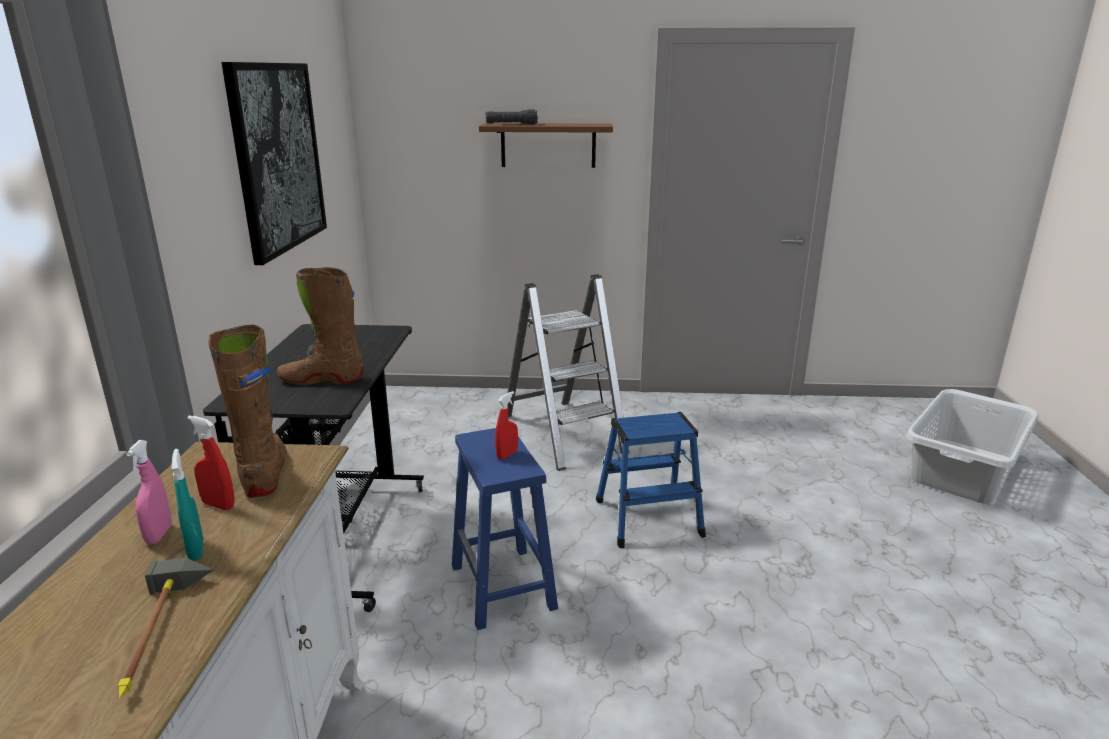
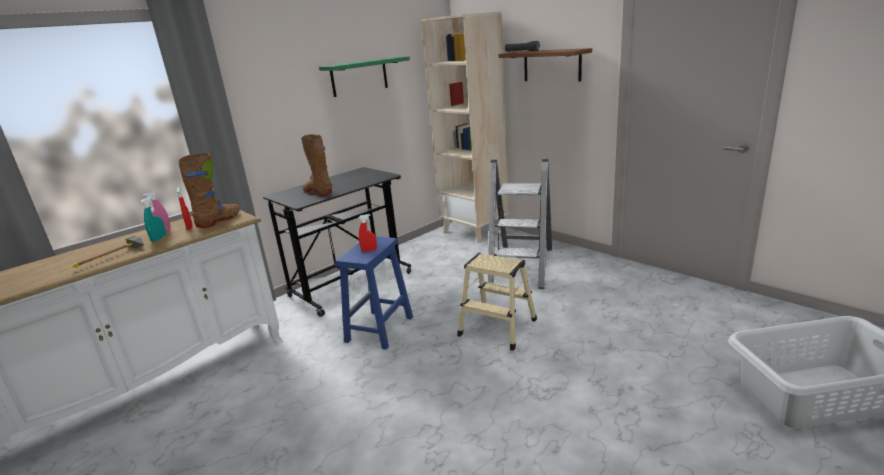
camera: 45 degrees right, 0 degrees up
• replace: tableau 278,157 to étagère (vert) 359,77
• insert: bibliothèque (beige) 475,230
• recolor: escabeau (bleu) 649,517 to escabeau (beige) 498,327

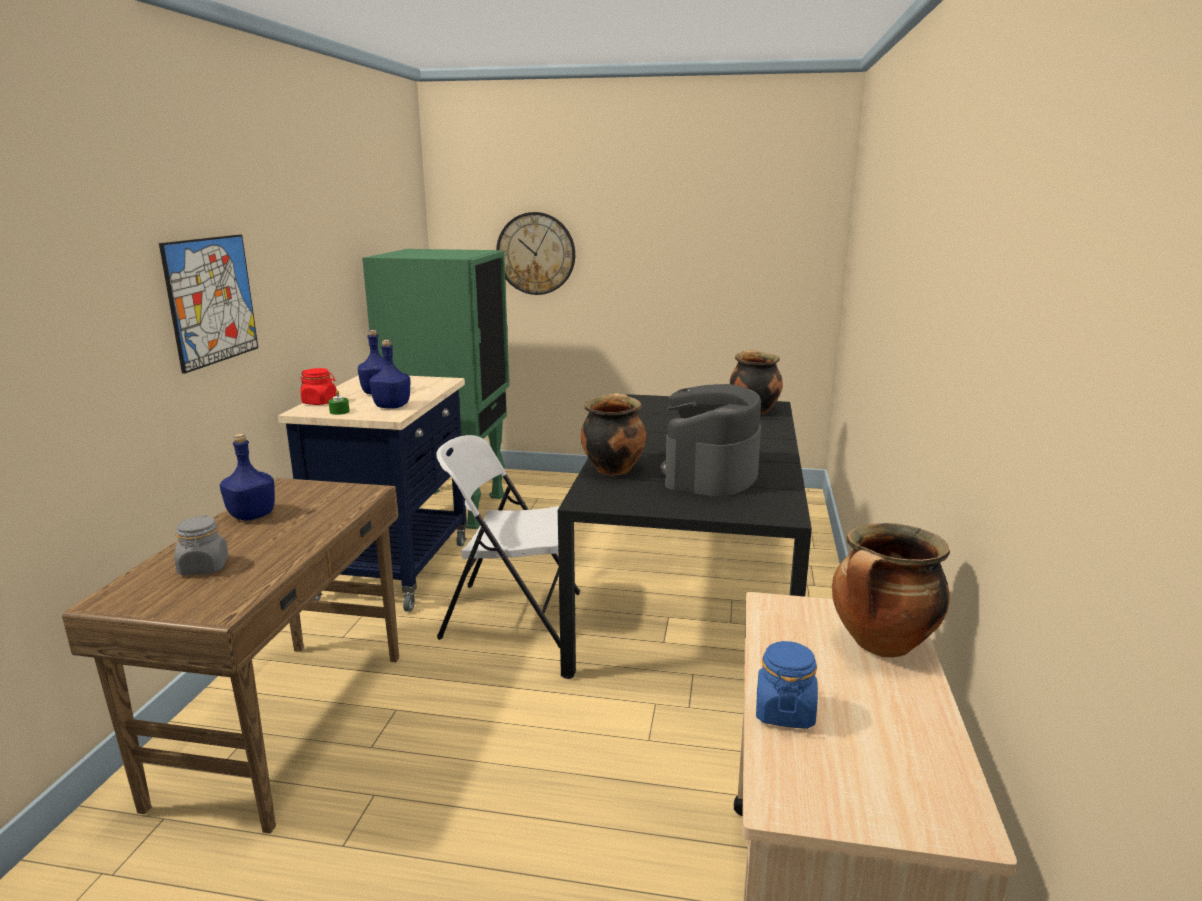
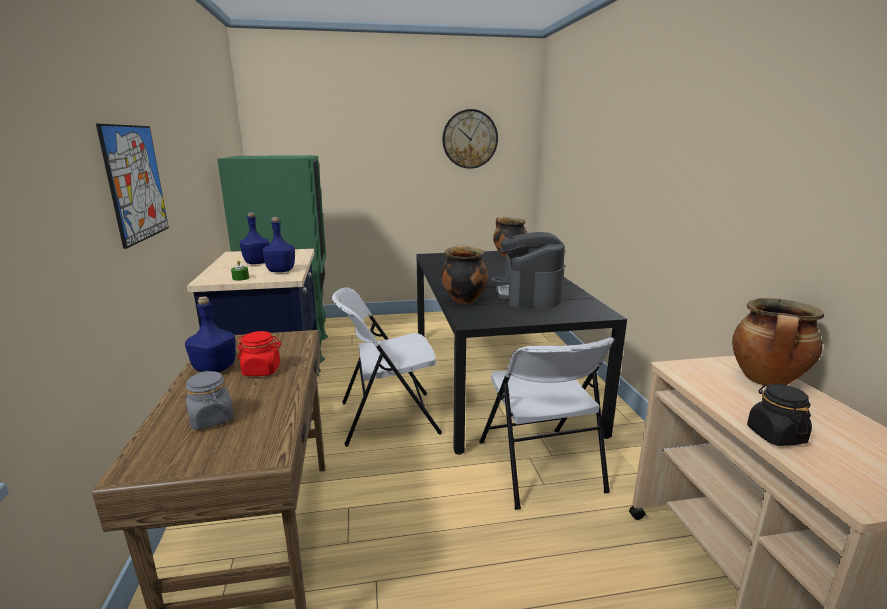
camera: 20 degrees left, 0 degrees up
• move: bocal (rouge) 320,402 to 262,370
• move: horloge murale 536,253 to 470,139
• insert: chaise (blanc) 539,466
• recolor: bocal (bleu) 784,711 to bocal (noir) 775,435

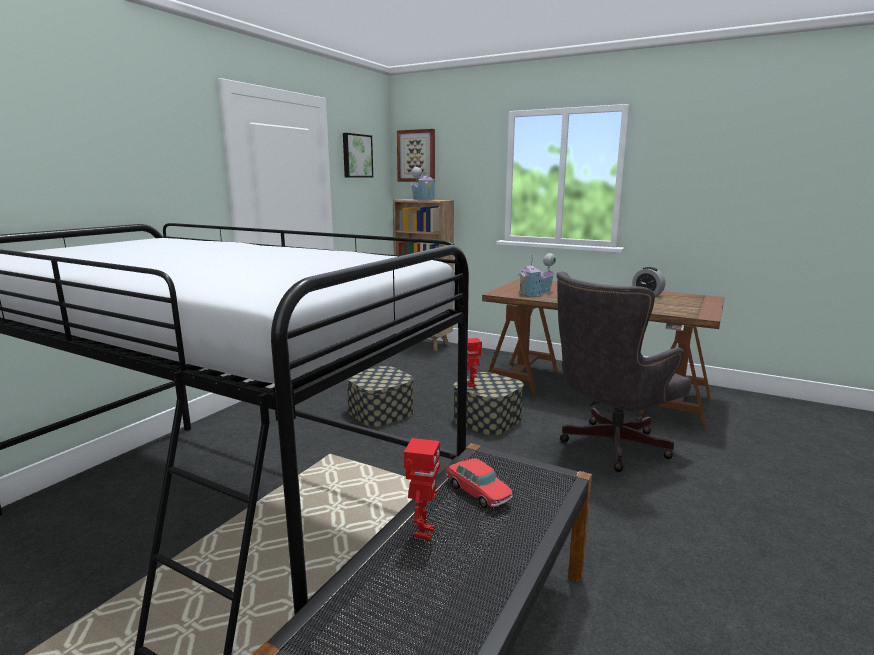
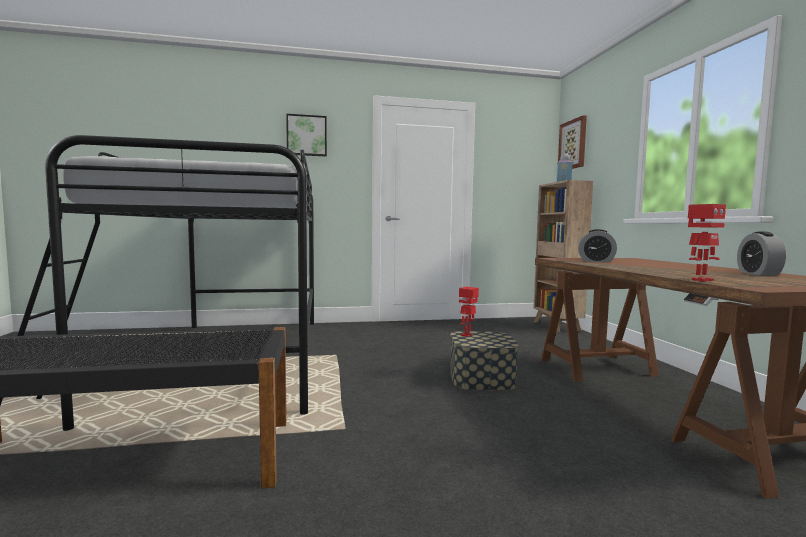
camera: 50 degrees right, 10 degrees down
• move: tableau 356,156 to 306,135
• replace: maison miniature 536,293 to réveil 596,261
• move: robot jouet 423,532 to 701,280
• delete: boîte de rangement 380,412
• delete: petite voiture 478,492
• delete: chaise de bureau (gris) 610,447

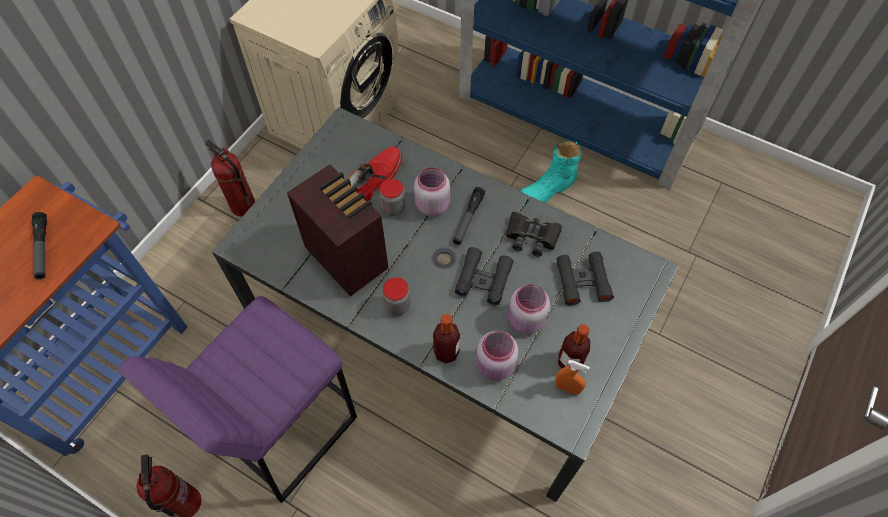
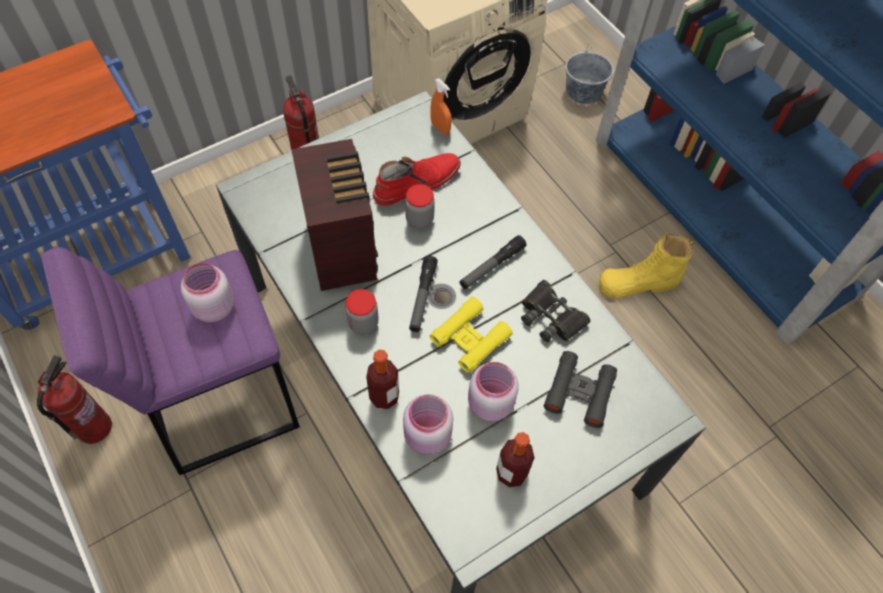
camera: 25 degrees right, 0 degrees up
• move: bocal (rose) 431,205 to 213,307
• move: lampe de poche 42,249 to 422,297
• move: vaporisateur (orange) 567,388 to 440,128
• recolor: jumelles (noir) 483,279 to jumelles (jaune) 470,338
• insert: seau (gris) 583,92
• recolor: botte (turquoise) 547,189 to botte (jaune) 639,283

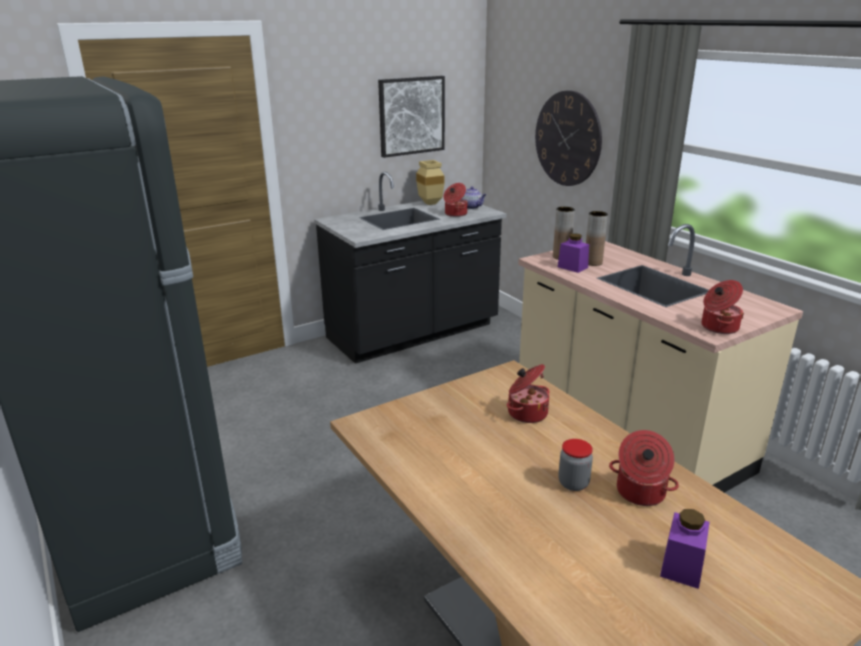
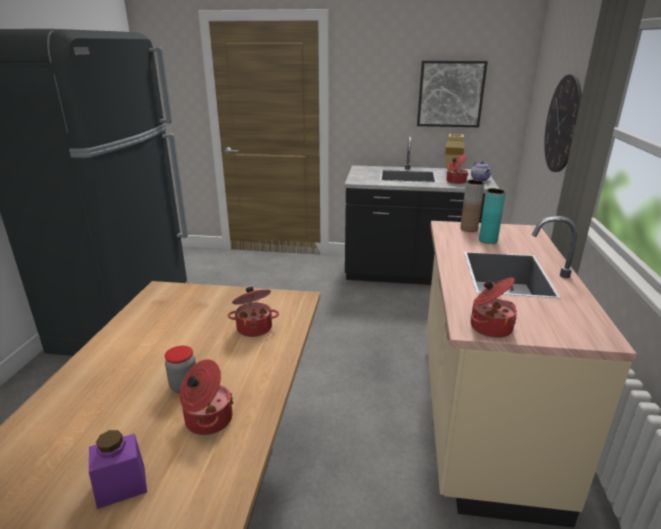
camera: 40 degrees right, 0 degrees up
• recolor: vase (marron) 593,263 to vase (turquoise) 488,240
• delete: bocal (violet) 572,267

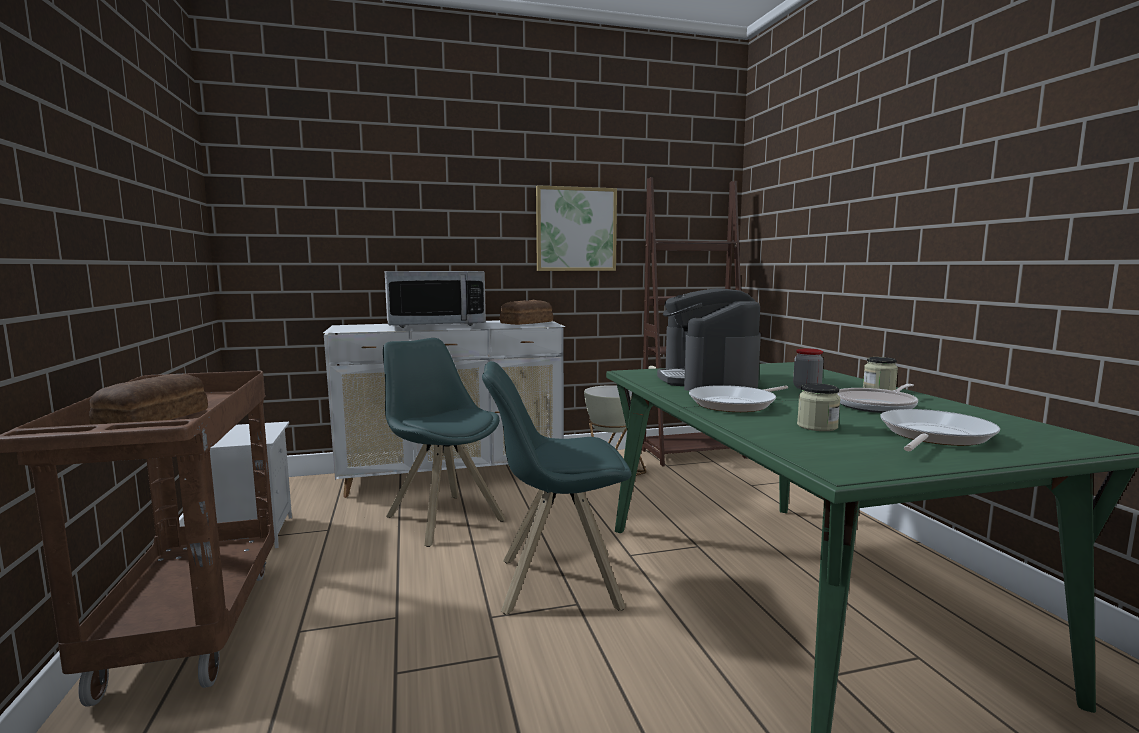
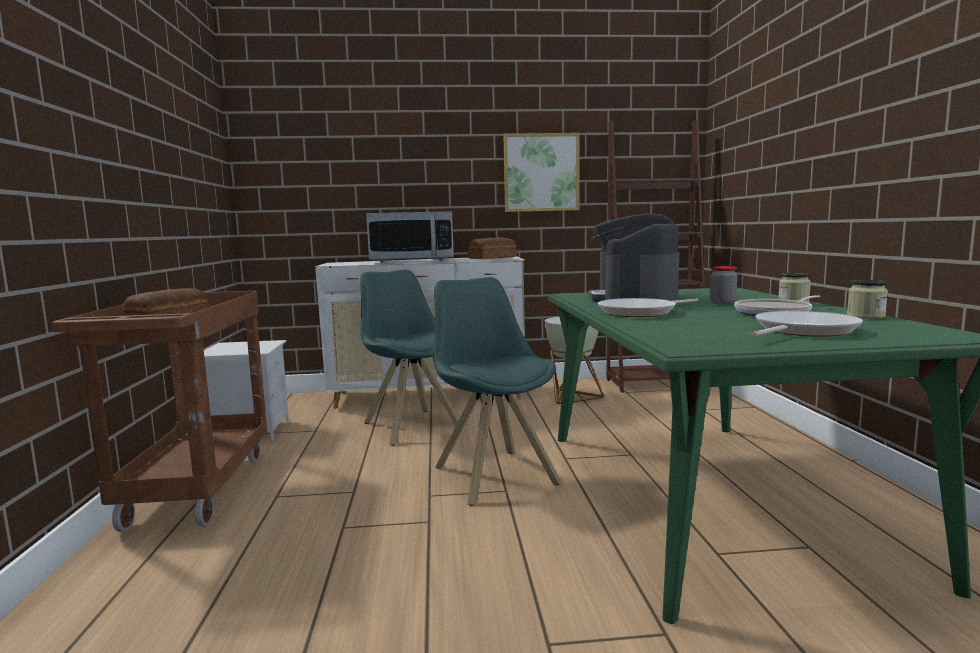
camera: 10 degrees right, 0 degrees up
• rotate: chaise (turquoise) 558,582 = 494,475 60 degrees clockwise
• move: bocal 817,426 to 865,316

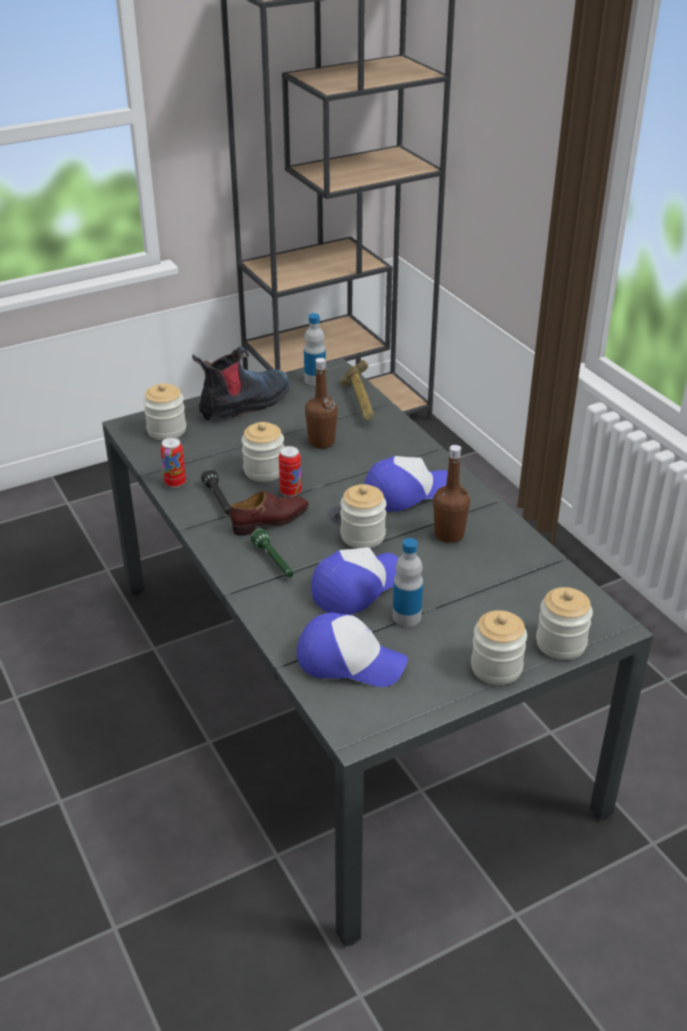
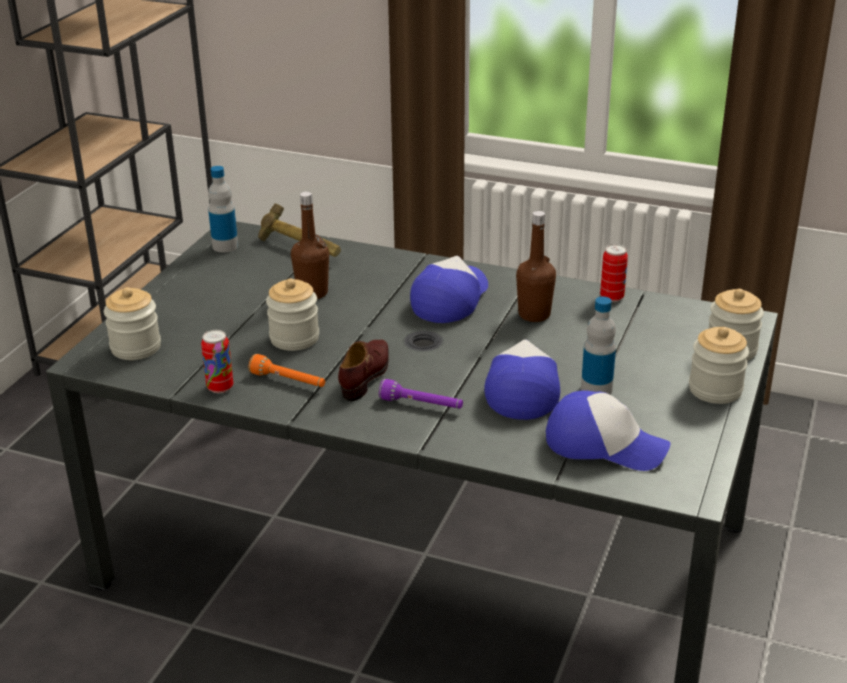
camera: 40 degrees left, 5 degrees down
• recolor: lampe de poche (noir) 219,500 to lampe de poche (orange) 289,381
• recolor: lampe de poche (vert) 274,561 to lampe de poche (violet) 421,405
• rotate: casquette 350,660 = 604,444 45 degrees clockwise
• move: boîte métallique 290,492 to 612,297
• delete: botte 245,404
• delete: bocal 362,536

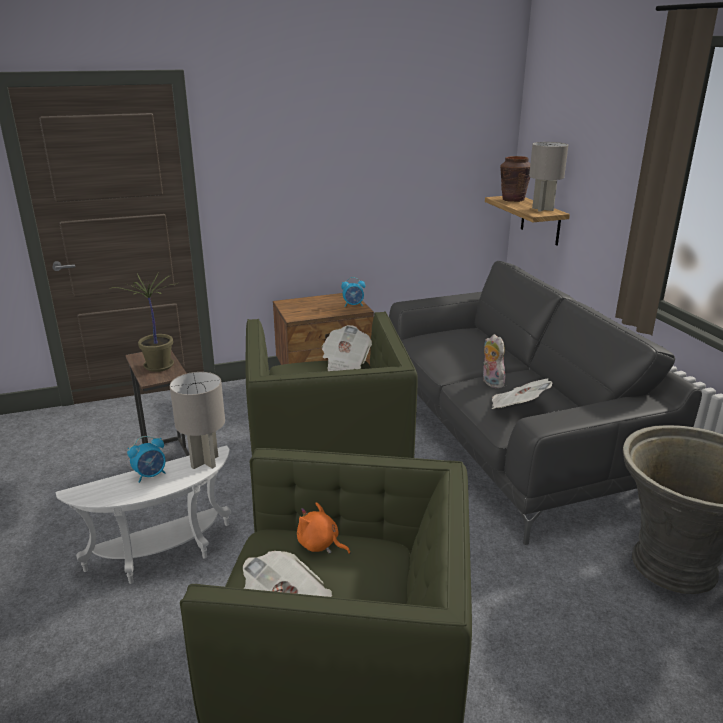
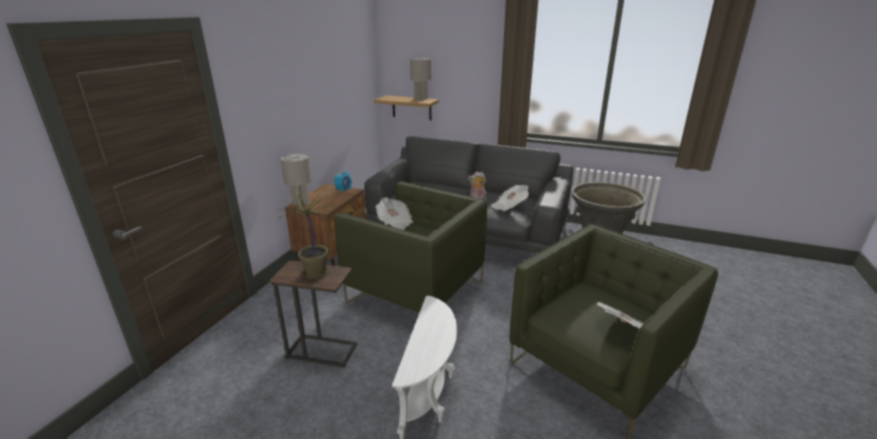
camera: 50 degrees left, 0 degrees up
• move: lampe de table (gris) 205,461 to 301,204
• delete: réveil 151,475
• delete: peluche (orange) 320,544
• delete: vase (marron) 513,200

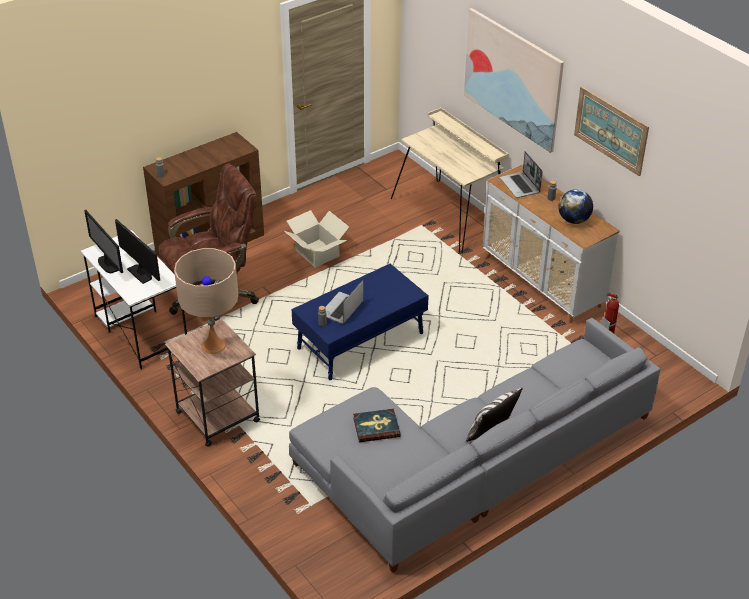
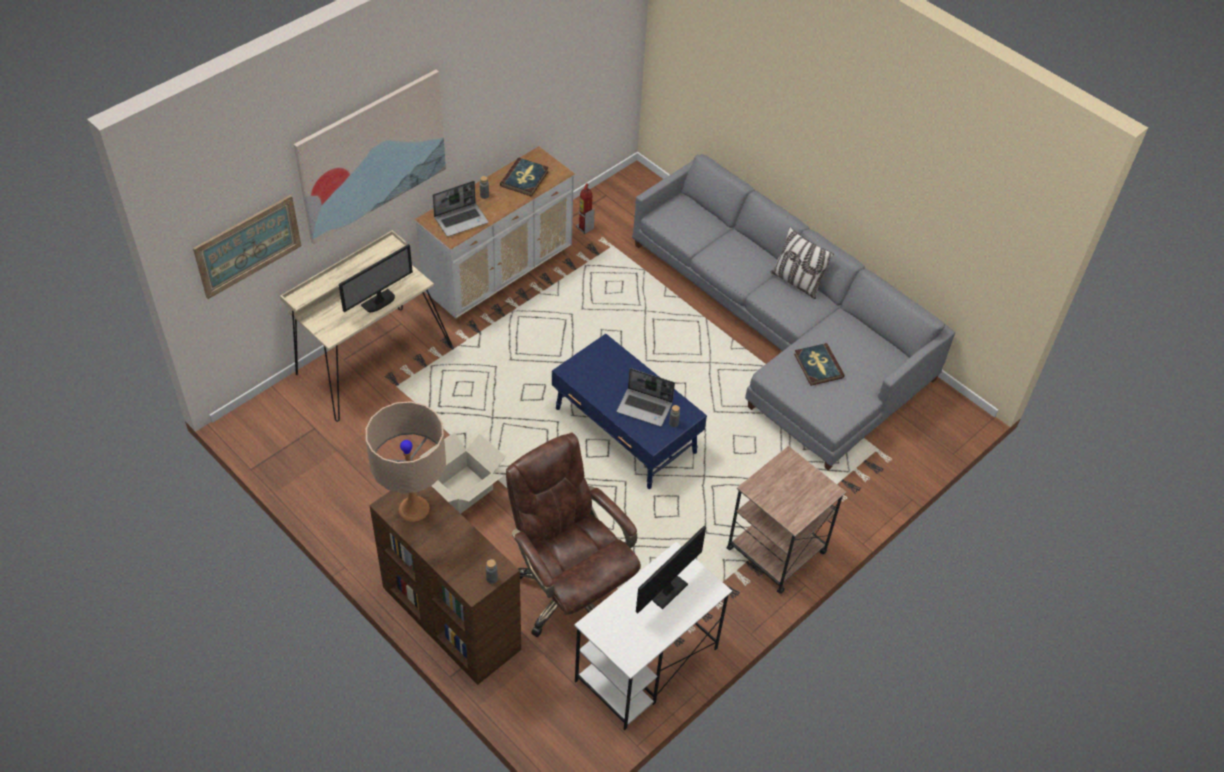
camera: 100 degrees left, 10 degrees up
• move: tableau 611,130 to 248,246
• move: écran d'ordinateur 108,265 to 379,302
• move: lampe de table (beige) 213,345 to 414,508
• replace: globe 573,220 to livre 525,179

